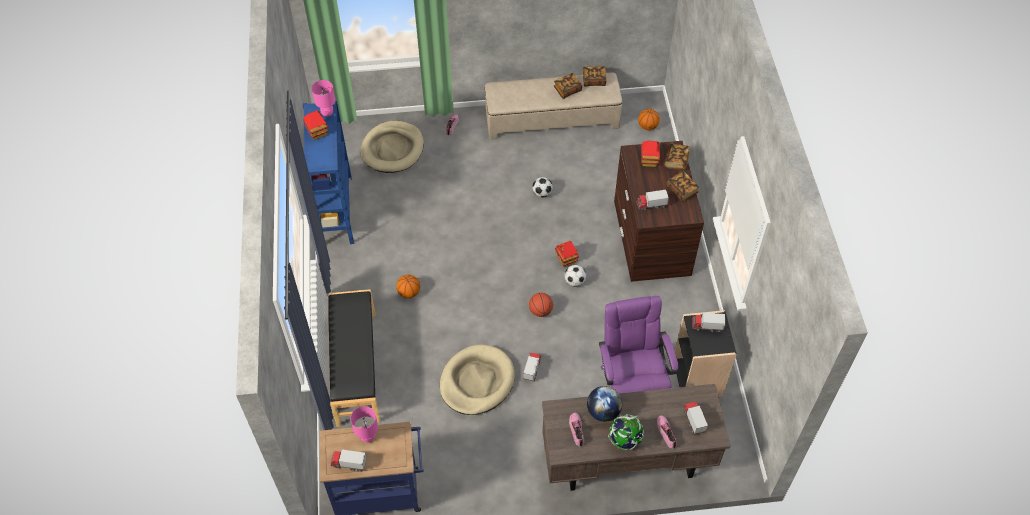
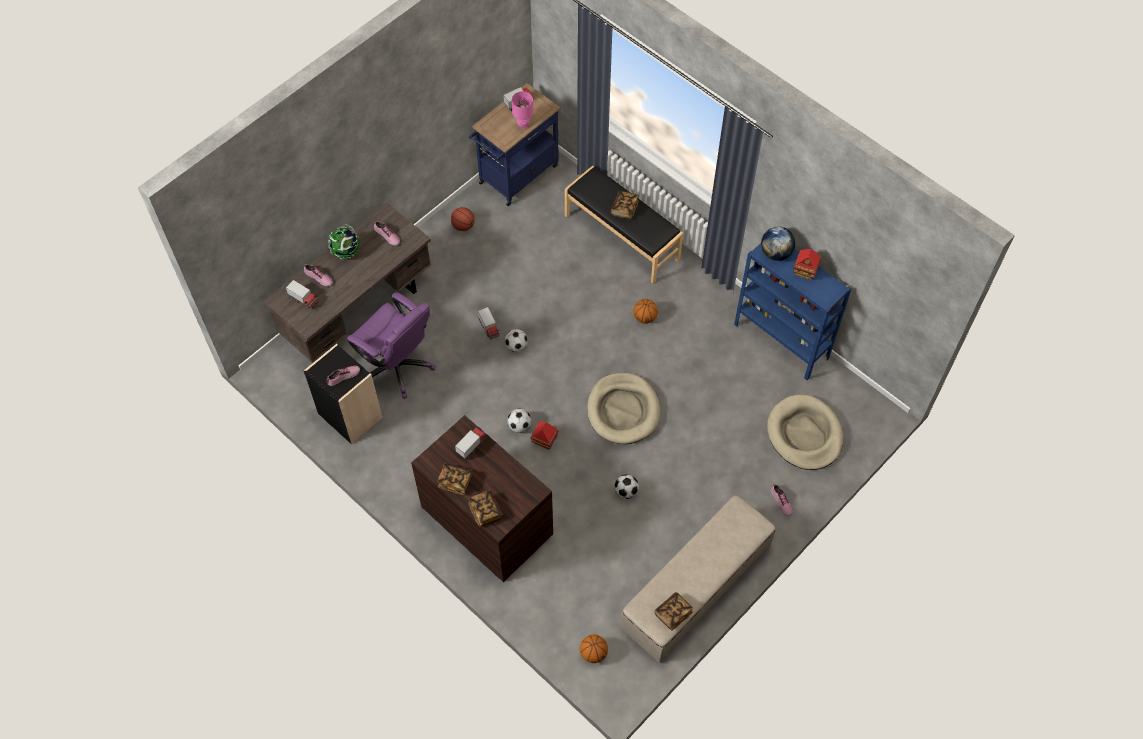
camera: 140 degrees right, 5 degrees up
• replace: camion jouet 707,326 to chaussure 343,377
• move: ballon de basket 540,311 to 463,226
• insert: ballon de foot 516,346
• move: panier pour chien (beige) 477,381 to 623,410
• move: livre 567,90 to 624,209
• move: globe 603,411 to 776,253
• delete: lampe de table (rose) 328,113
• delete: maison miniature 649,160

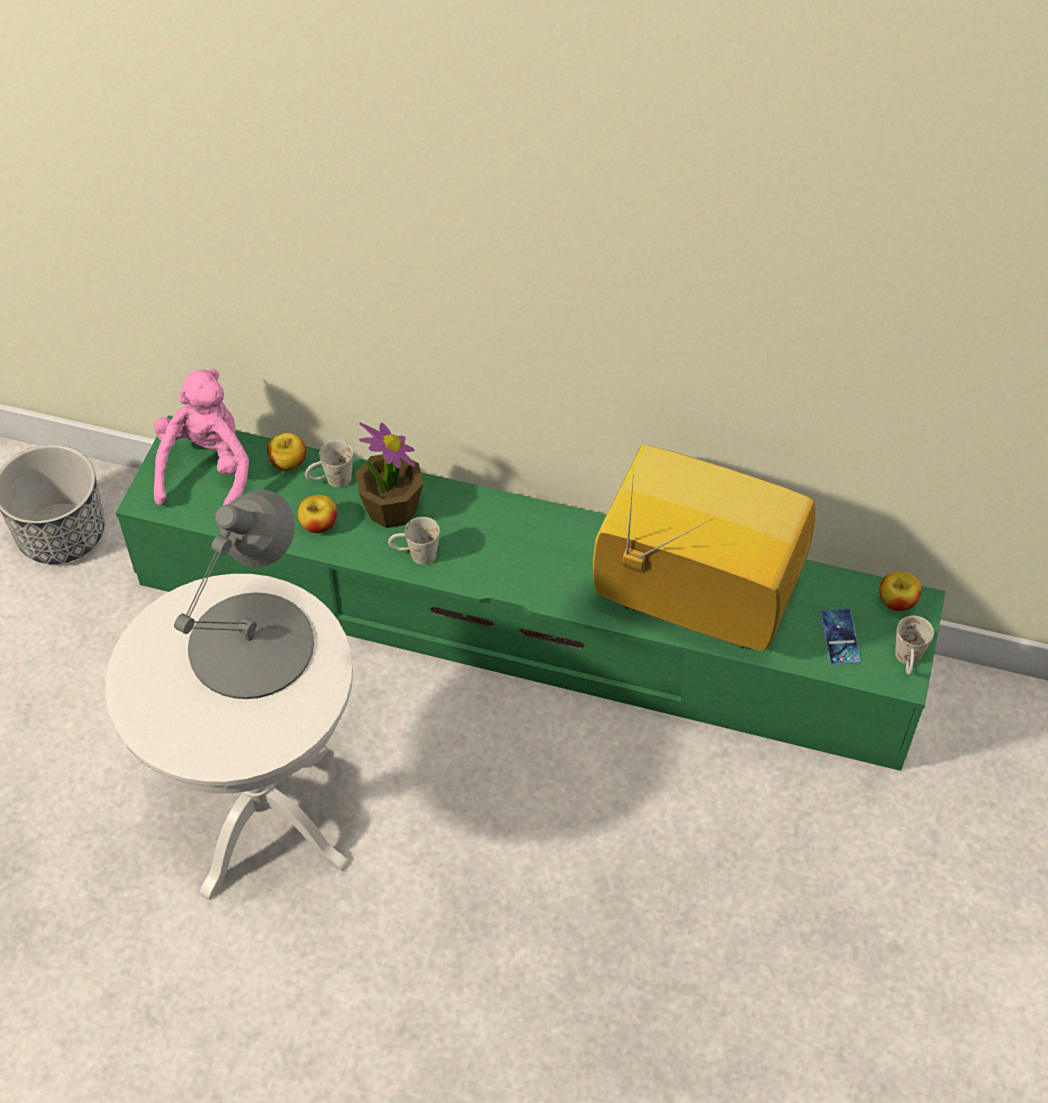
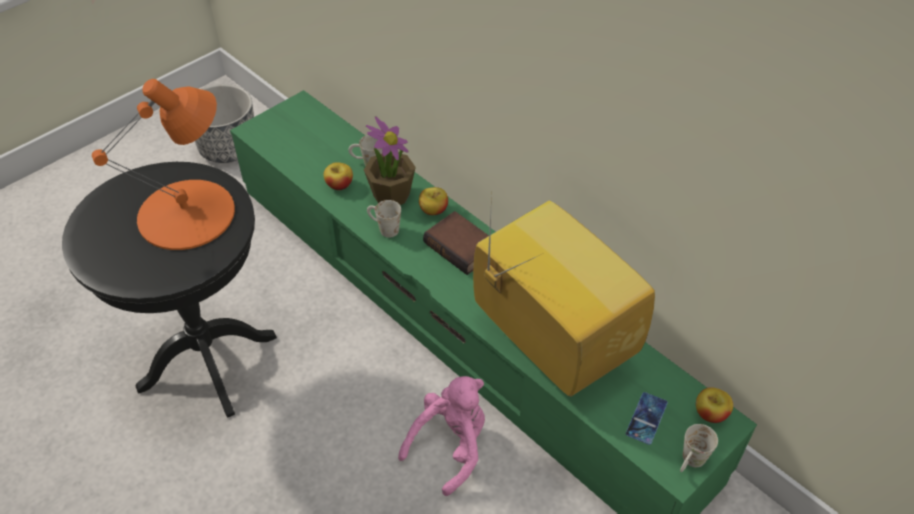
camera: 30 degrees right, 5 degrees down
• recolor: table d'appoint (blanc) 265,820 to table d'appoint (noir) 208,362
• recolor: lampe de table (gris) 253,644 to lampe de table (orange) 188,214
• move: peluche (rose) 207,470 to 450,446
• move: pomme 288,462 to 433,210
• insert: livre 462,247

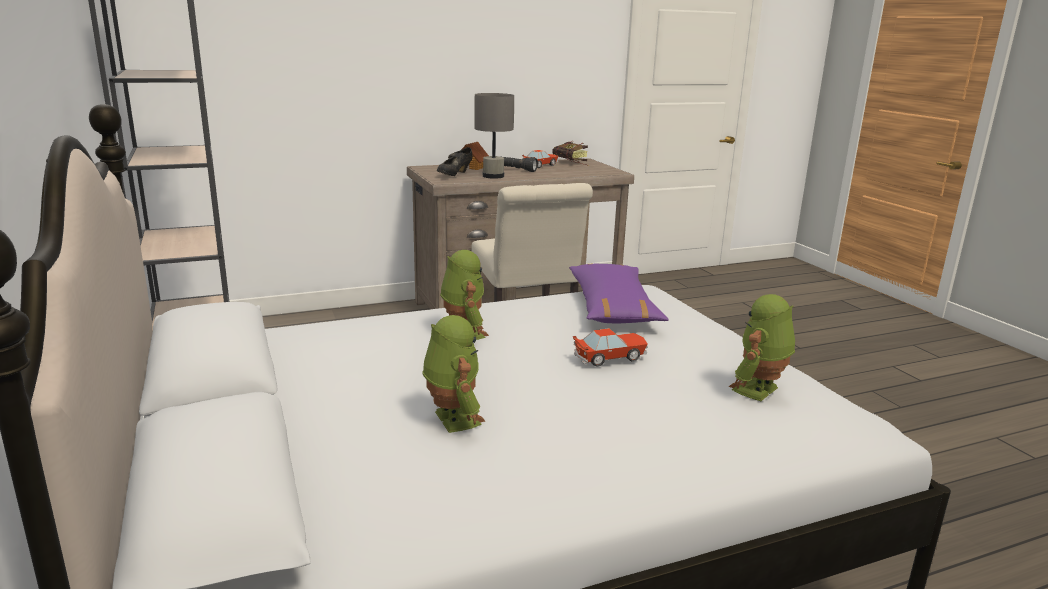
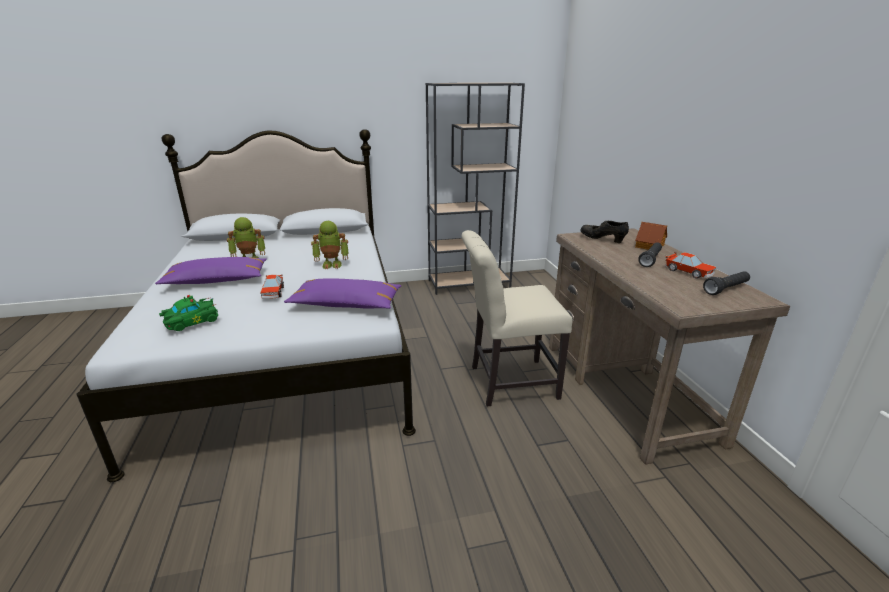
camera: 100 degrees right, 5 degrees up
• insert: coussin (violet) 217,280
• replace: robot jouet 759,391 to petite voiture (vert) 190,322
• replace: livre 572,163 to lampe de poche (noir) 725,289
• delete: lampe de table (gris) 493,176

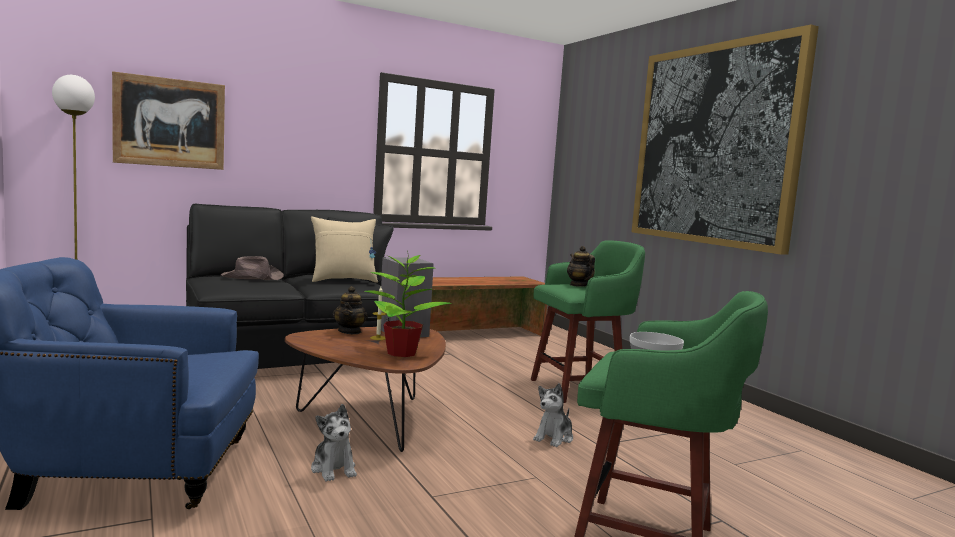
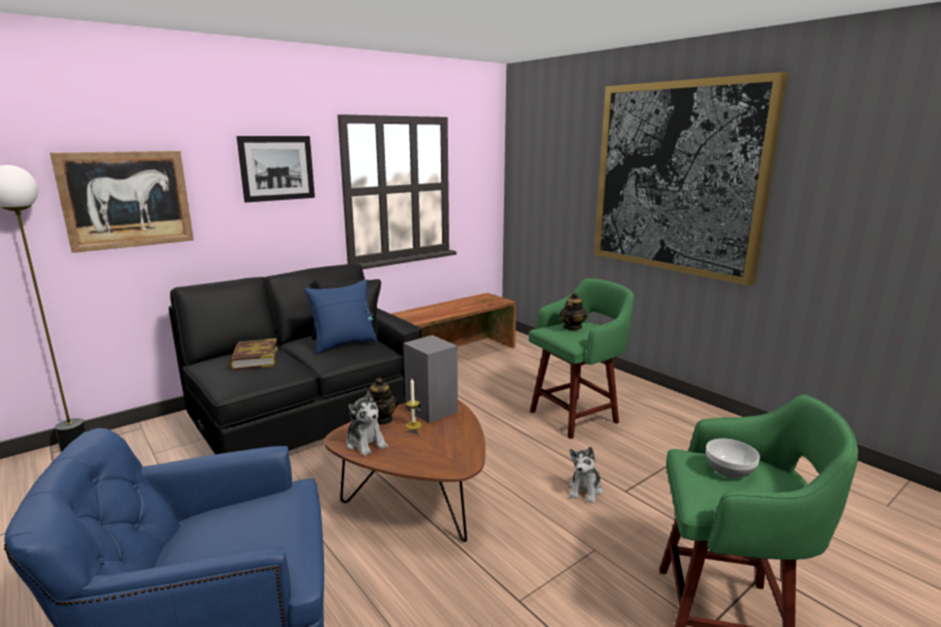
camera: 10 degrees left, 10 degrees up
• replace: chapeau (marron) 252,277 to livre 254,358
• insert: tableau 277,168
• recolor: coussin (beige) 343,281 to coussin (bleu) 344,345
• move: peluche 334,469 to 366,443
• rotate: théière 579,285 = 572,327 60 degrees clockwise
• delete: plante en pot 400,353

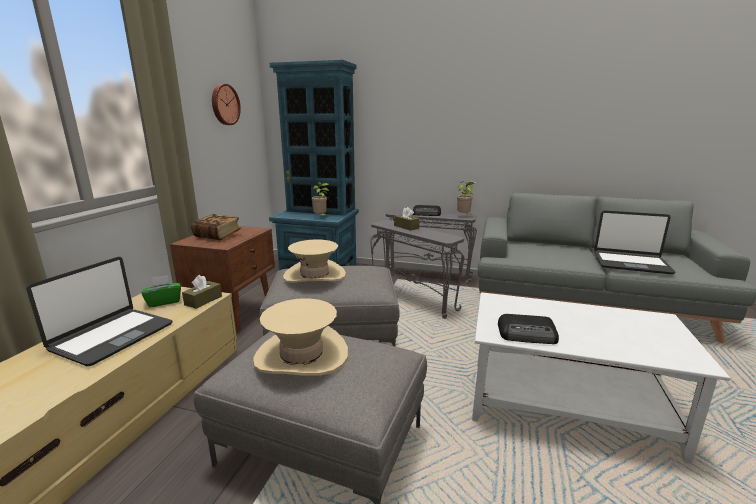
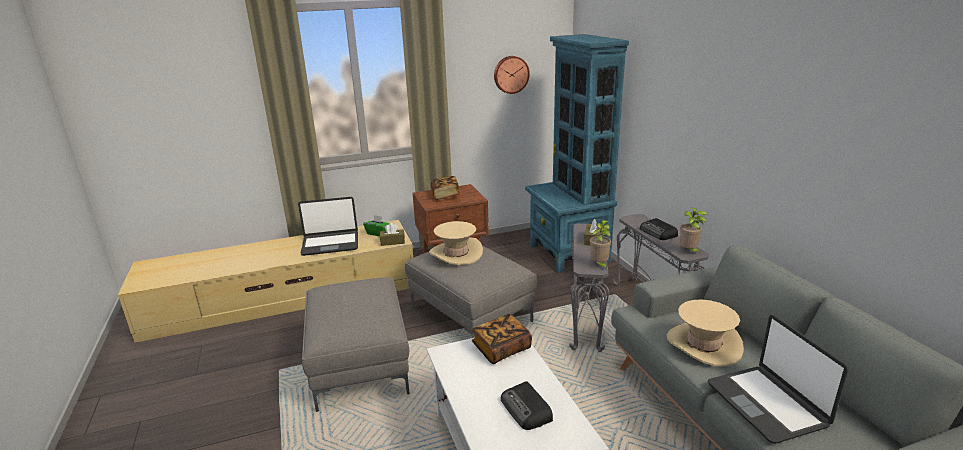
camera: 55 degrees right, 5 degrees up
• insert: livre 501,349
• move: radio 528,334 to 526,410
• move: plante en pot 321,217 to 599,265
• move: chapeau (beige) 301,356 to 703,345

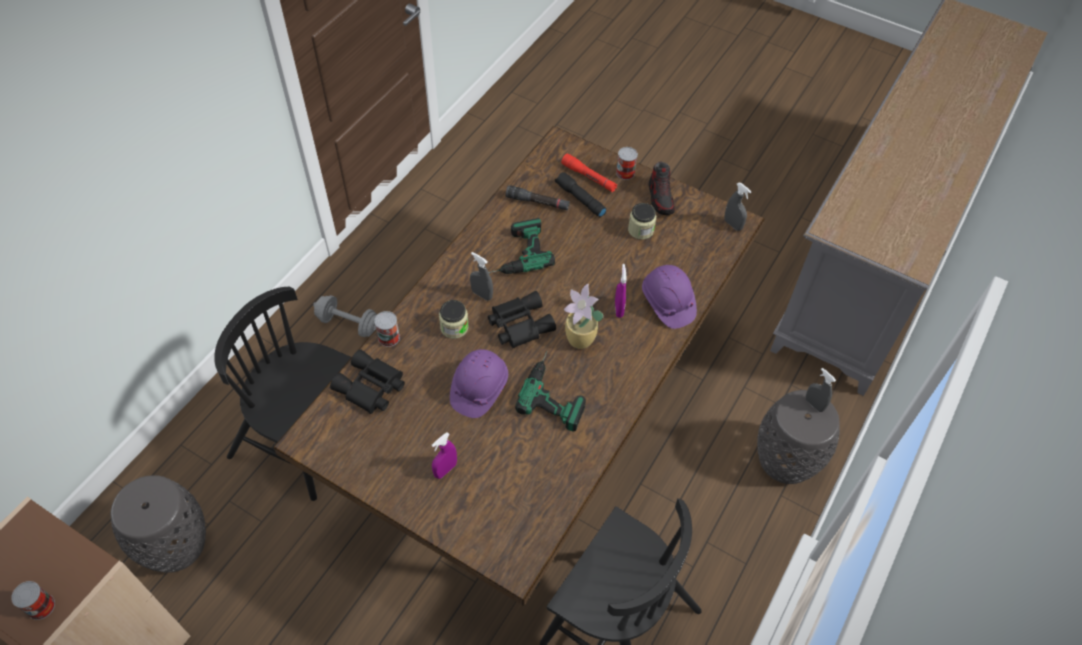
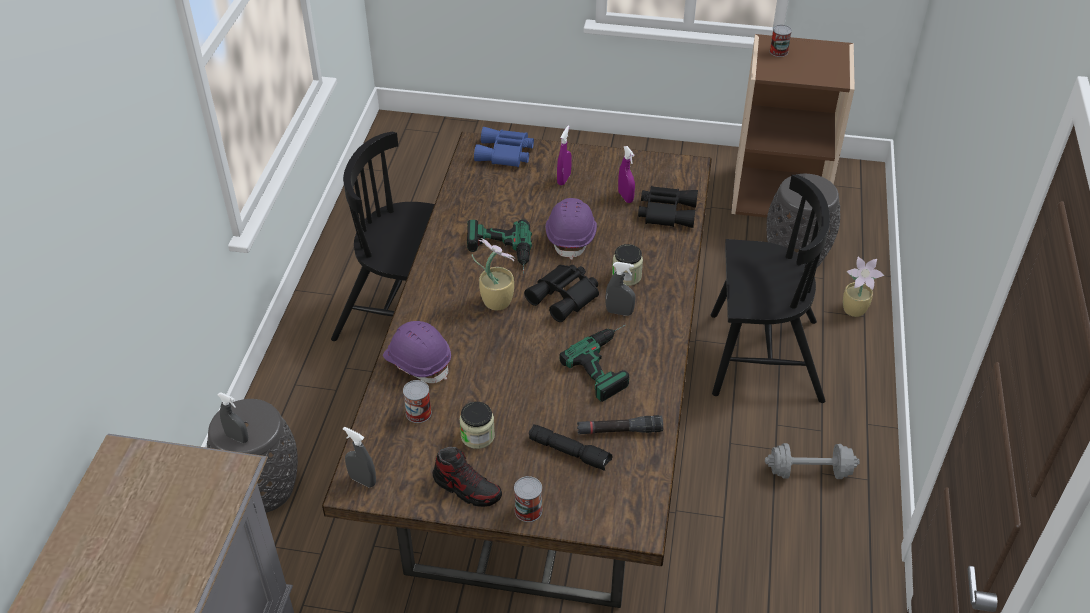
camera: 160 degrees right, 10 degrees down
• move: boîte métallique 389,337 to 418,413
• rotate: chaussure 661,198 = 467,488 150 degrees clockwise
• insert: jumelles (bleu) 505,154
• move: vaporisateur (violet) 619,309 to 625,197
• insert: plante en pot 855,310
• delete: lampe de poche (rouge) 589,177

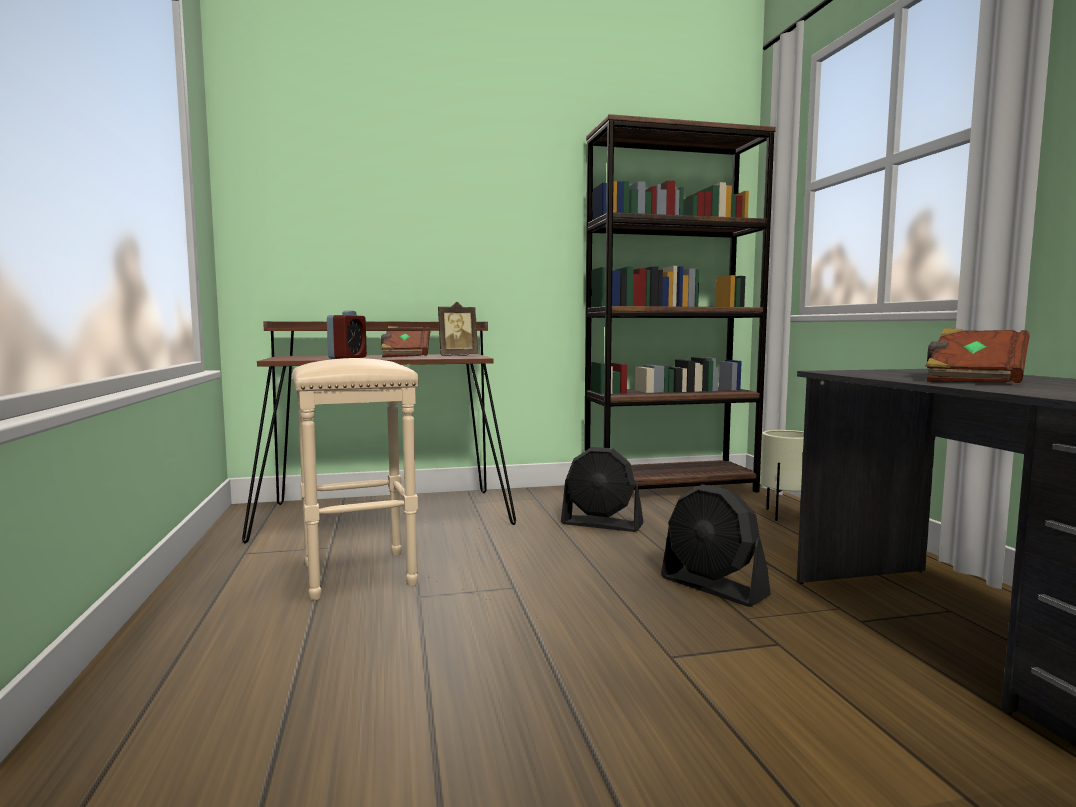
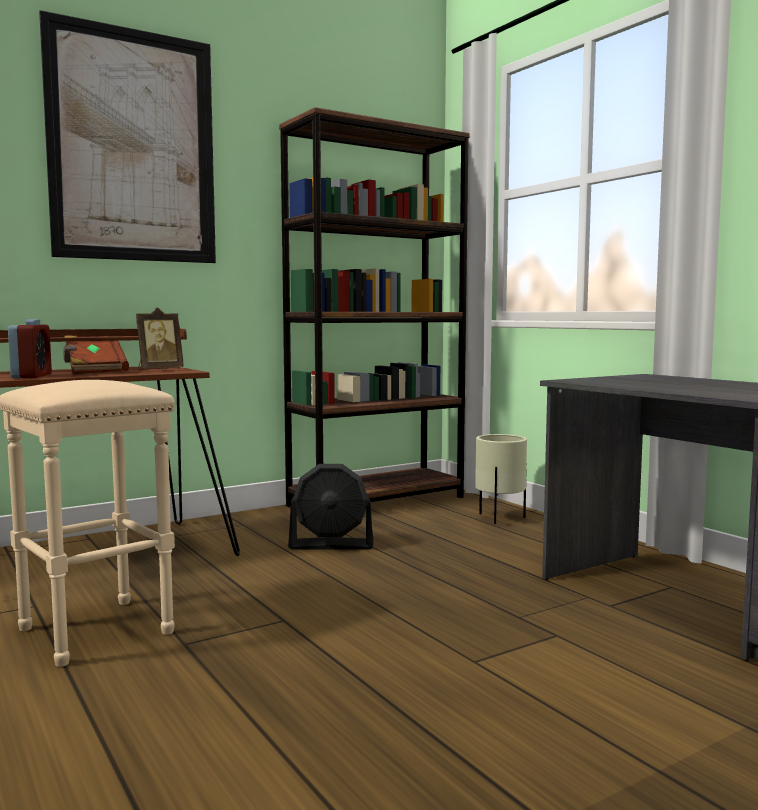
camera: 20 degrees left, 0 degrees up
• insert: tableau 133,146
• delete: ventilateur (noir) 713,587
• delete: livre (marron) 973,380

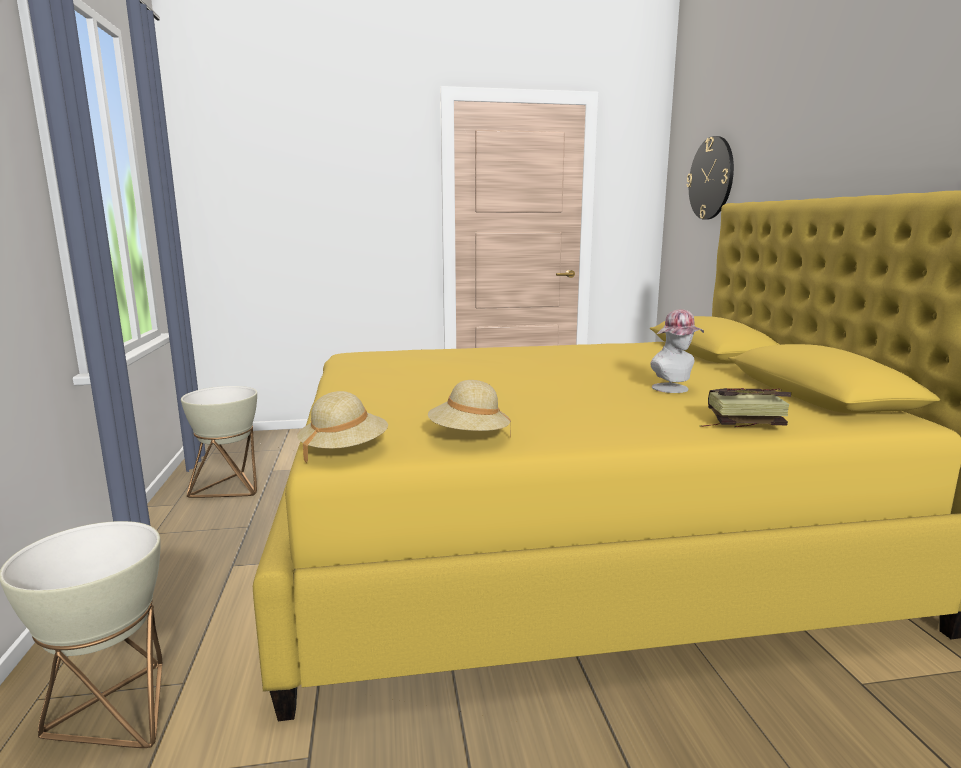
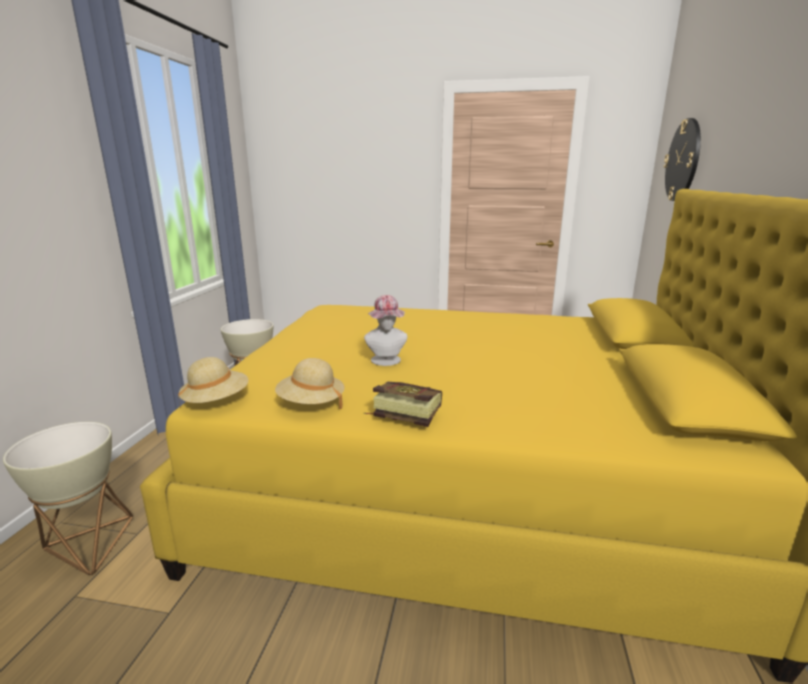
camera: 20 degrees right, 5 degrees up
• move: chapeau 674,389 to 386,361
• move: livre 736,424 to 401,416

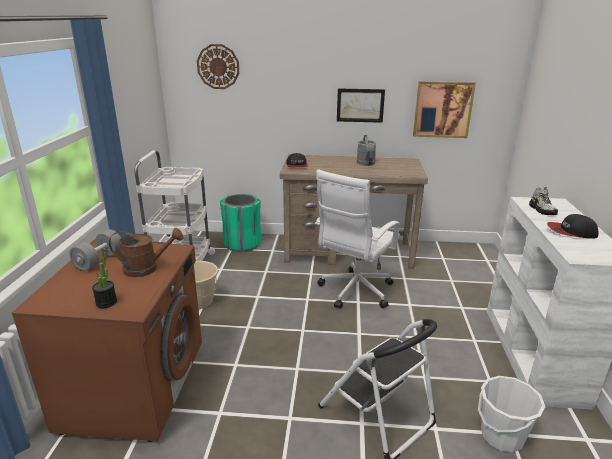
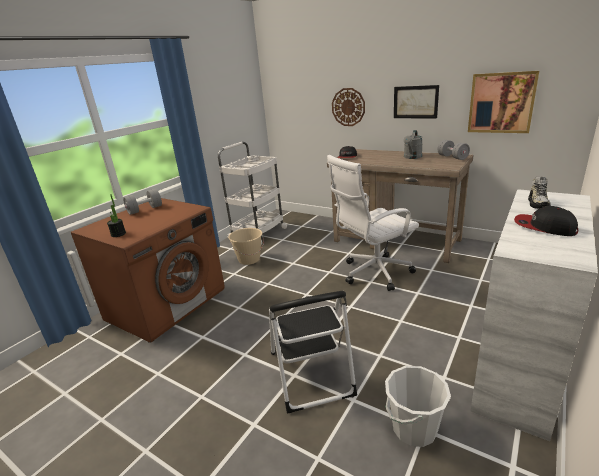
camera: 30 degrees right, 0 degrees up
• move: horloge murale 218,66 to 348,107
• insert: haltère (gris) 452,157
• delete: arrosoir (marron) 147,269
• delete: poubelle (vert) 242,244

